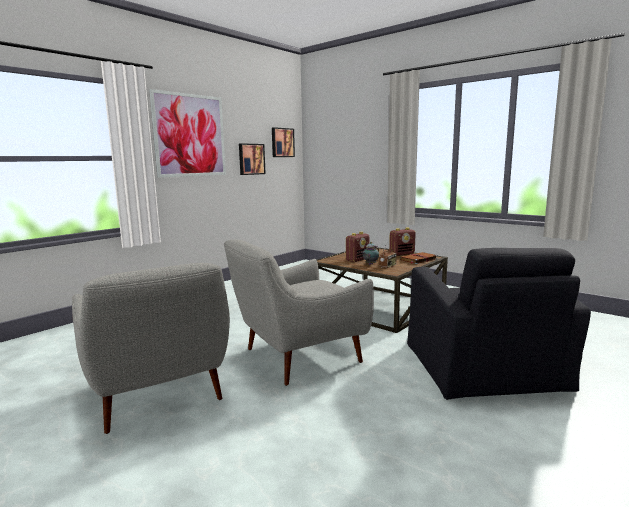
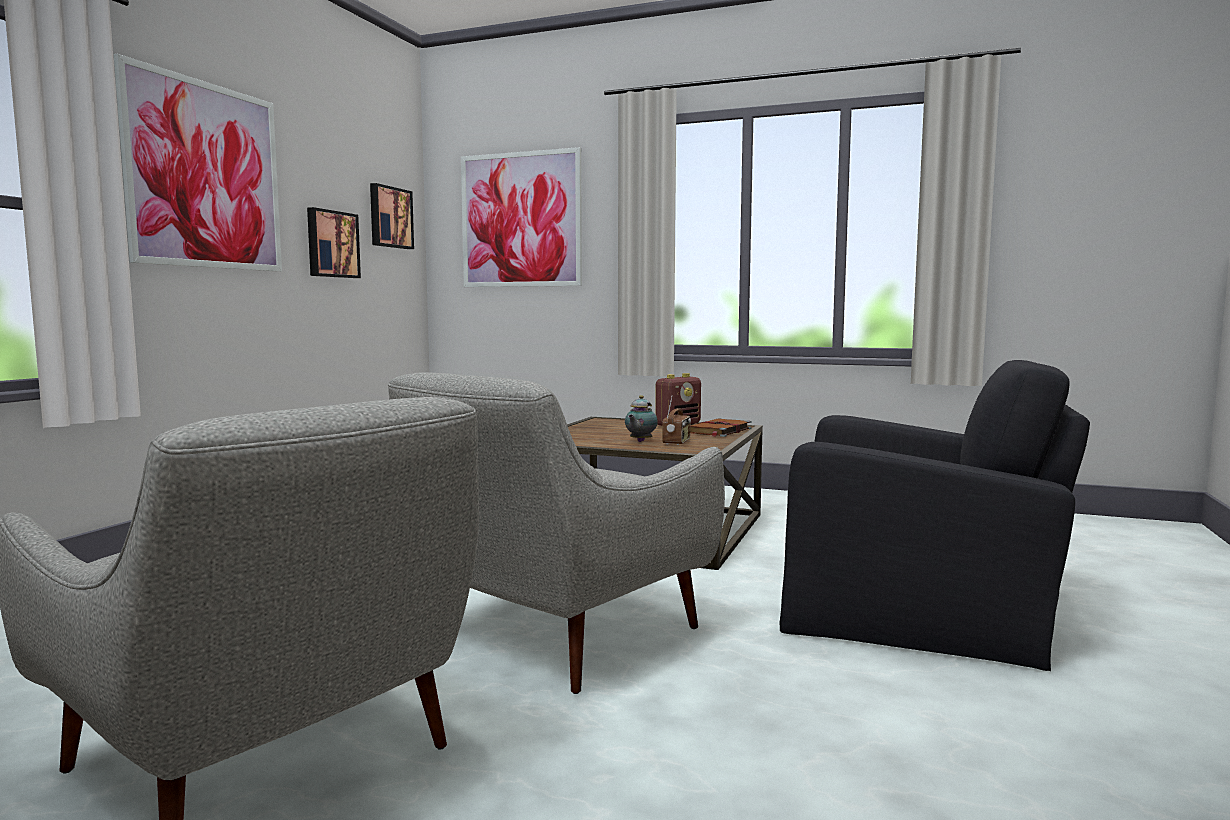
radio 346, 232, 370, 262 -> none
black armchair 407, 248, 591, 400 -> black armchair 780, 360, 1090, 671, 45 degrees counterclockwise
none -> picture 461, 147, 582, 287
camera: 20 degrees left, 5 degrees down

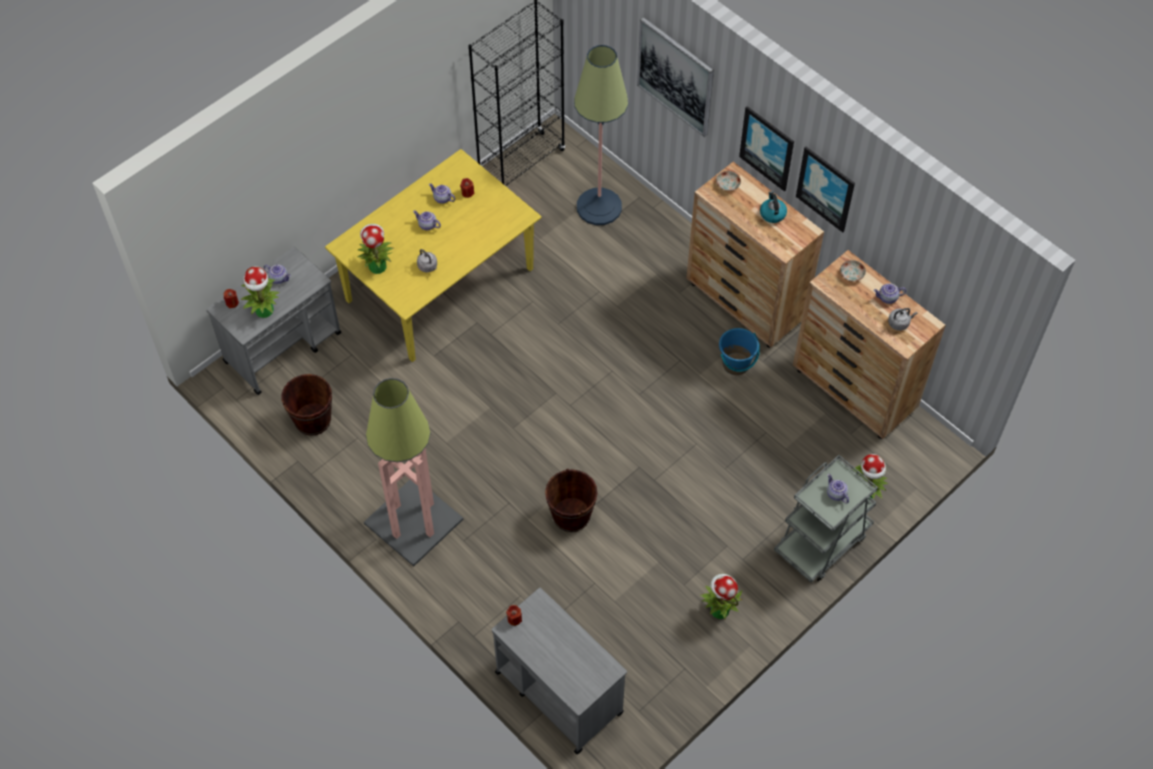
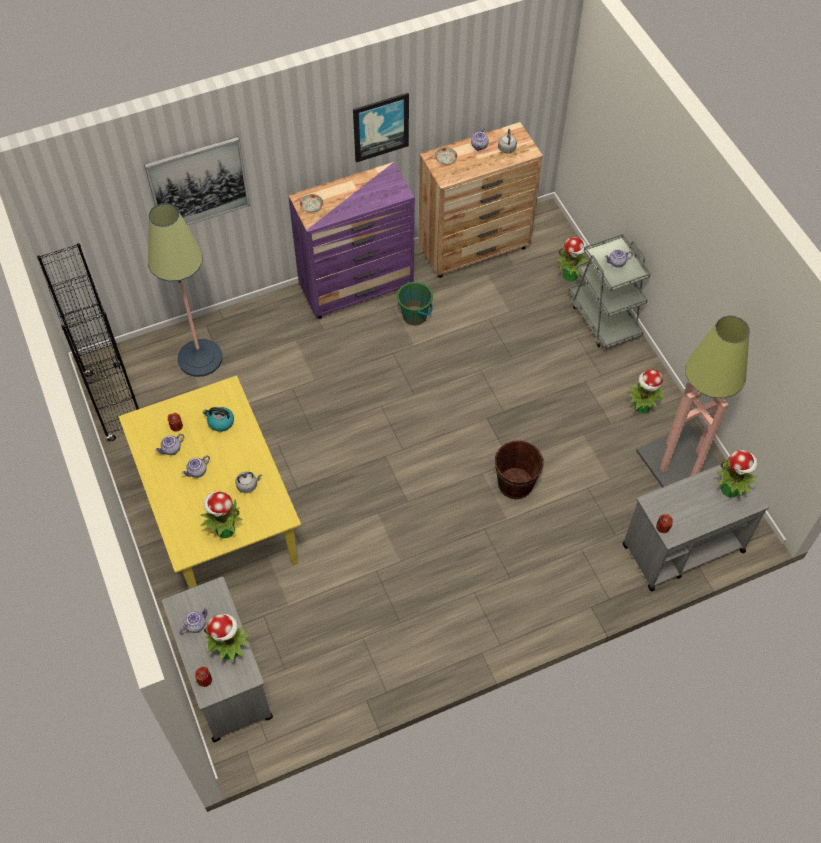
brown bucket 281, 374, 332, 436 -> none
floor lamp 364, 378, 463, 566 -> floor lamp 636, 315, 750, 488, moved
brown dresser 686, 162, 824, 348 -> purple dresser 288, 162, 415, 319
blue bucket 719, 328, 760, 375 -> green bucket 397, 282, 433, 325
picture 739, 106, 794, 192 -> none
kettle 760, 191, 787, 223 -> kettle 203, 407, 234, 432, moved
none -> potted plant 715, 450, 758, 498
camera: 70 degrees left, 0 degrees up

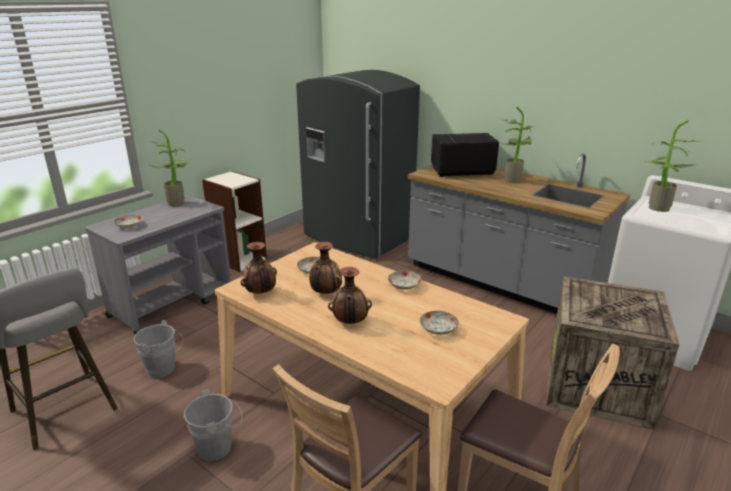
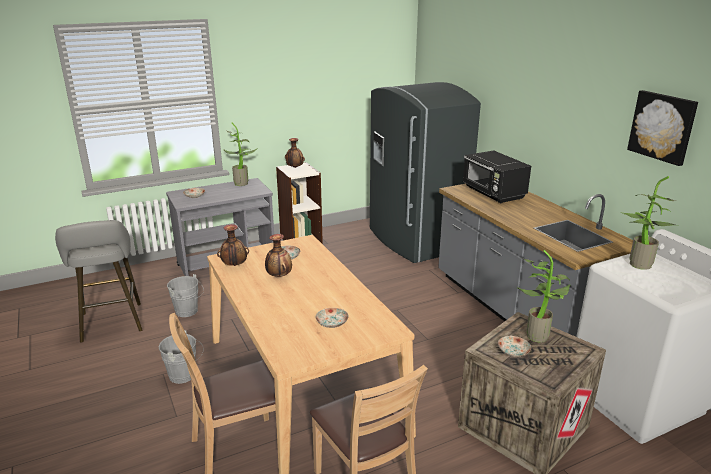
vase 328, 267, 372, 324 -> vase 285, 138, 305, 168, moved
plate 388, 271, 421, 290 -> plate 498, 336, 531, 357, moved
black microwave 431, 133, 499, 177 -> black microwave 462, 150, 531, 203, 135 degrees counterclockwise
potted plant 499, 107, 534, 183 -> potted plant 517, 250, 571, 342, moved
none -> picture 627, 90, 698, 166
camera: 25 degrees right, 0 degrees up

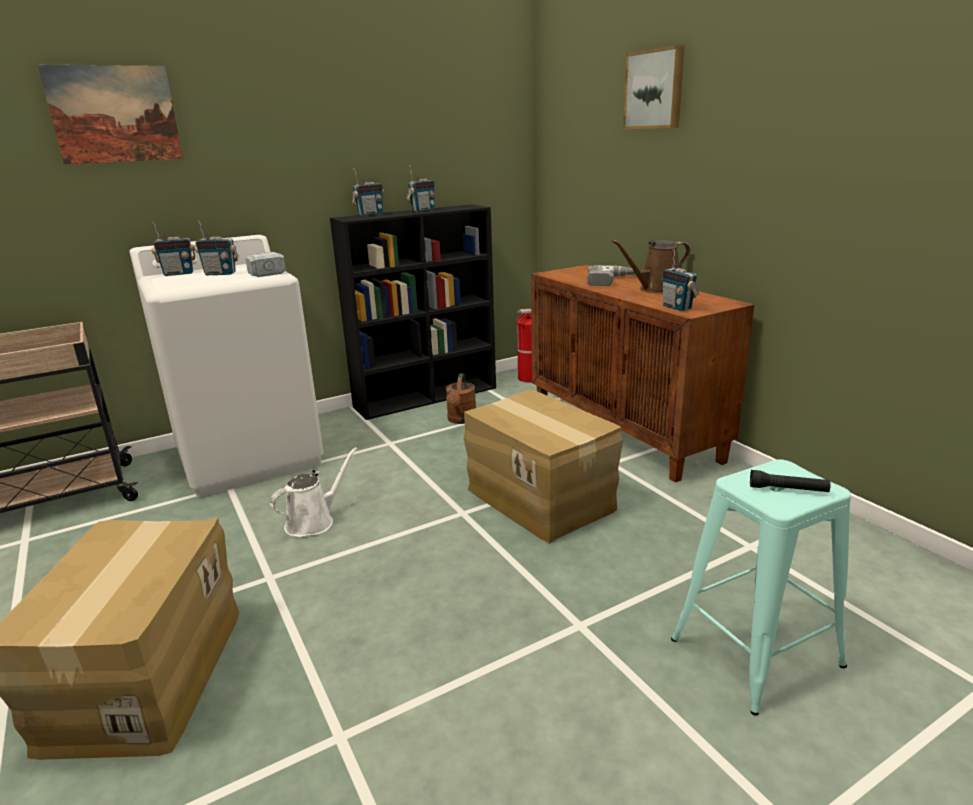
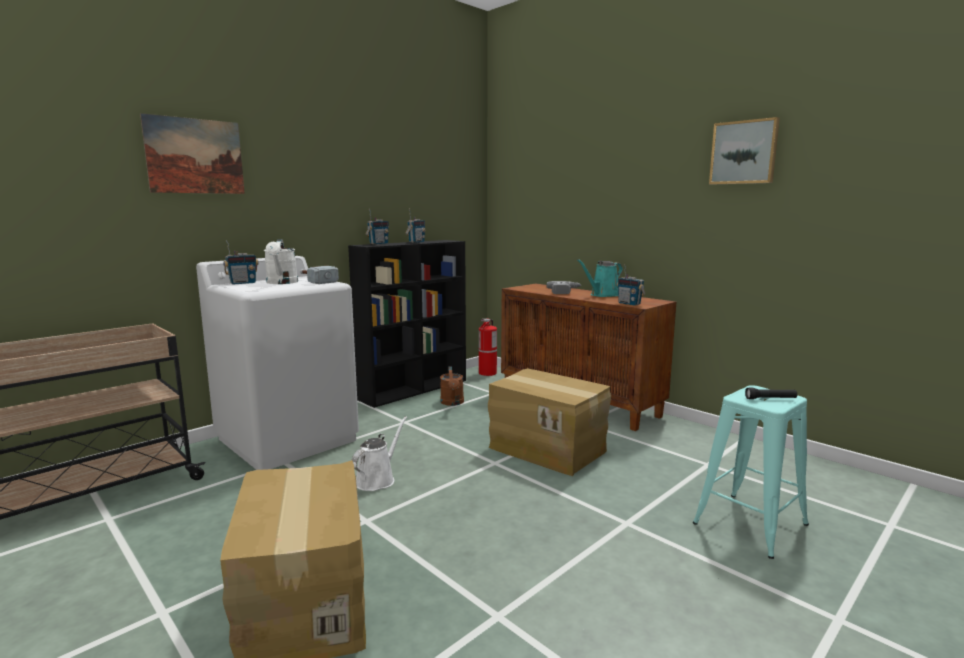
radio 195, 220, 239, 275 -> white watering can 264, 239, 298, 284
brown watering can 612, 240, 691, 293 -> turquoise watering can 577, 259, 623, 297
picture 623, 45, 685, 129 -> picture 709, 117, 780, 185, moved
camera: 15 degrees left, 10 degrees down

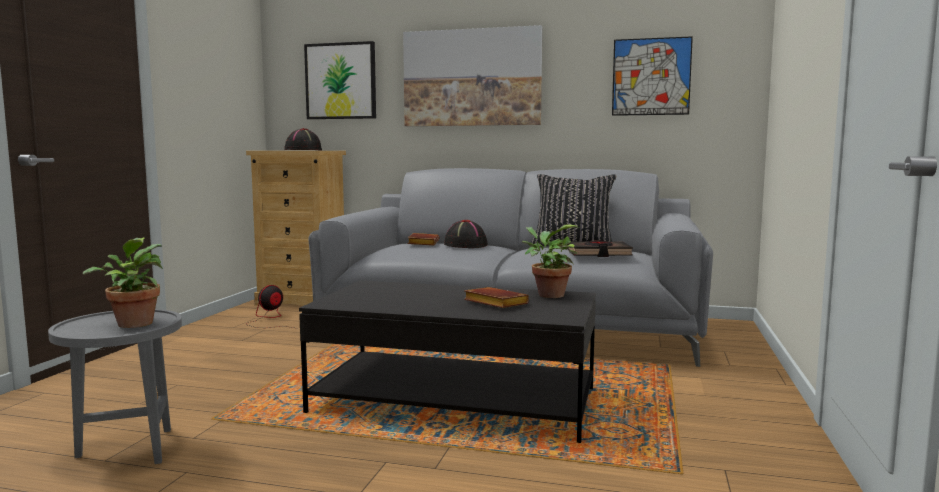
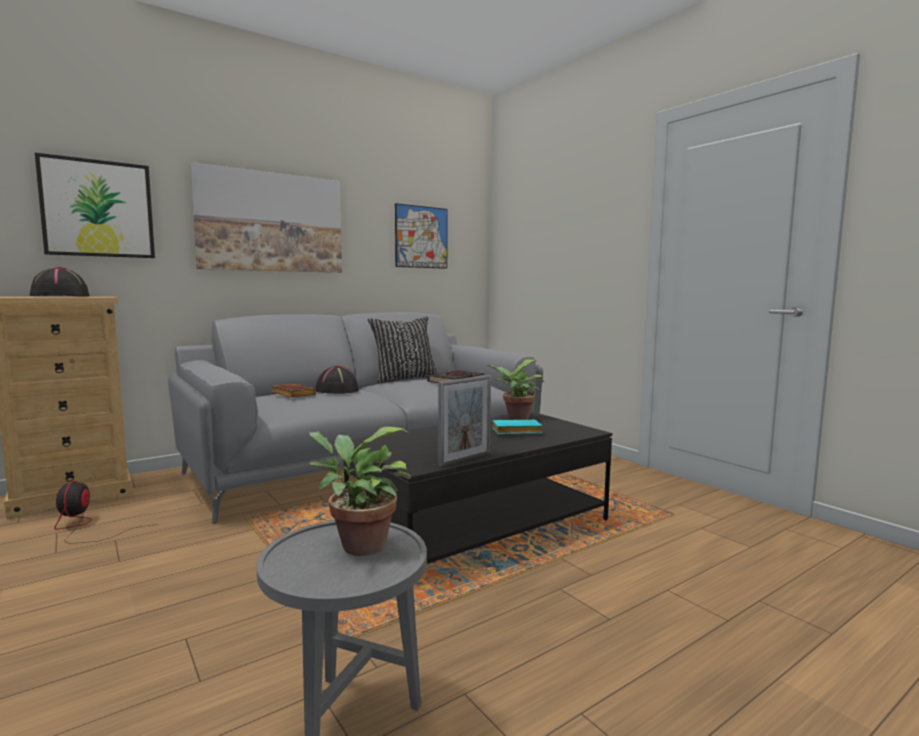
brown book 464, 287, 529, 308 -> turquoise book 492, 419, 542, 434
none -> picture frame 438, 375, 491, 467
camera: 50 degrees left, 0 degrees up

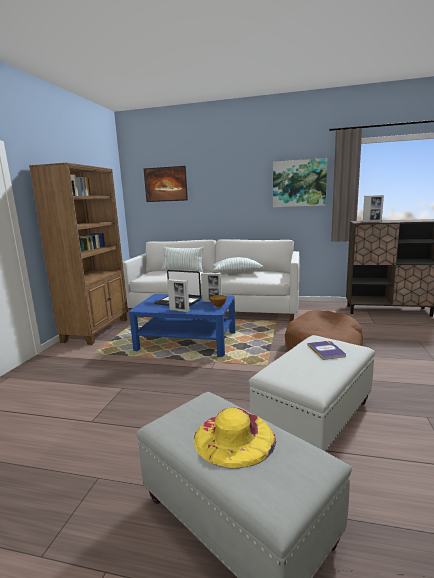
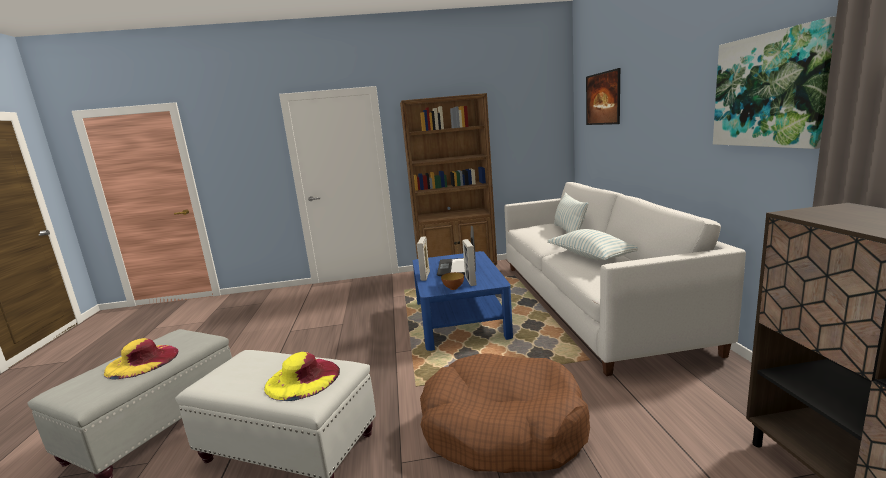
book 307, 341, 346, 360 -> yellow hat 264, 352, 340, 401
picture frame 363, 195, 384, 222 -> none
camera: 70 degrees right, 0 degrees up

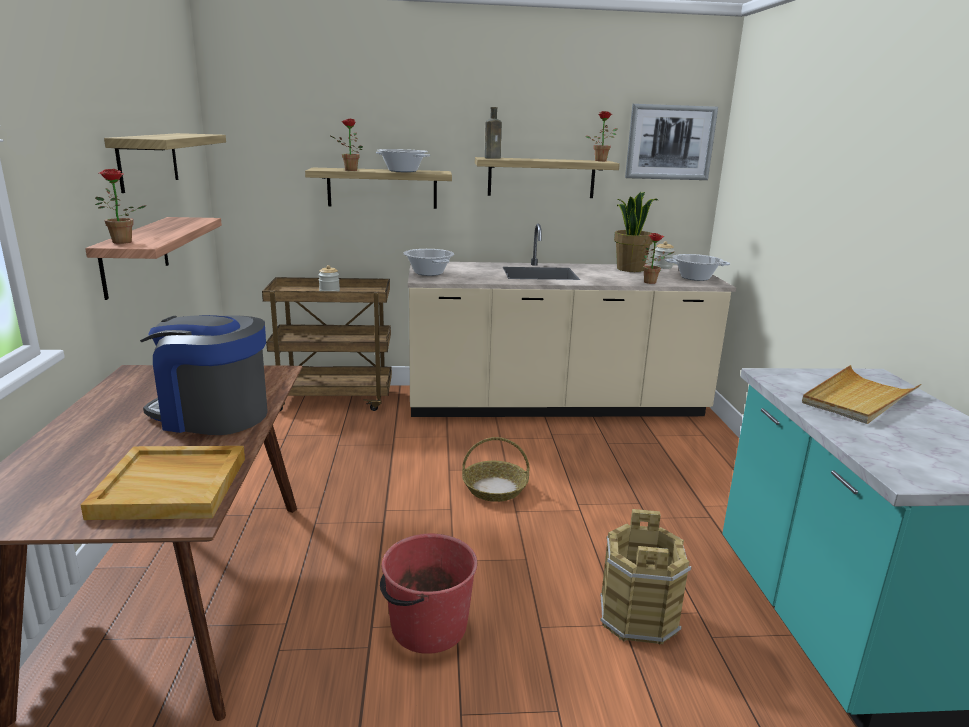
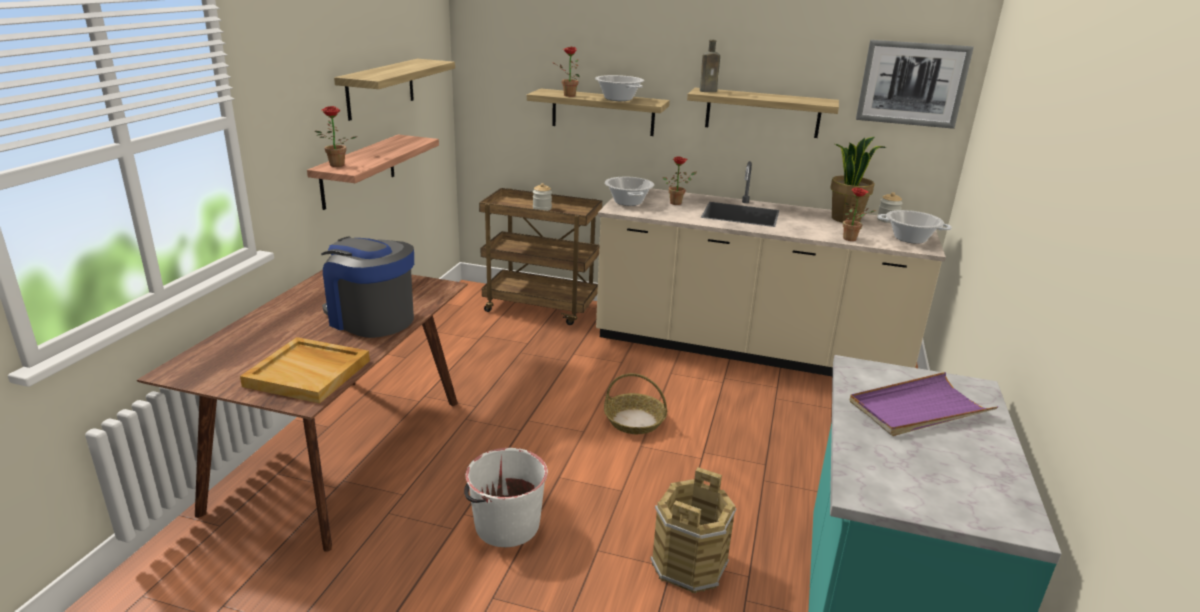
red bucket 380, 534, 477, 654 -> white bucket 464, 448, 548, 547
potted plant 585, 111, 618, 161 -> potted plant 662, 157, 697, 205, moved
beige tray 802, 365, 921, 424 -> purple tray 850, 372, 998, 436
camera: 20 degrees right, 5 degrees up

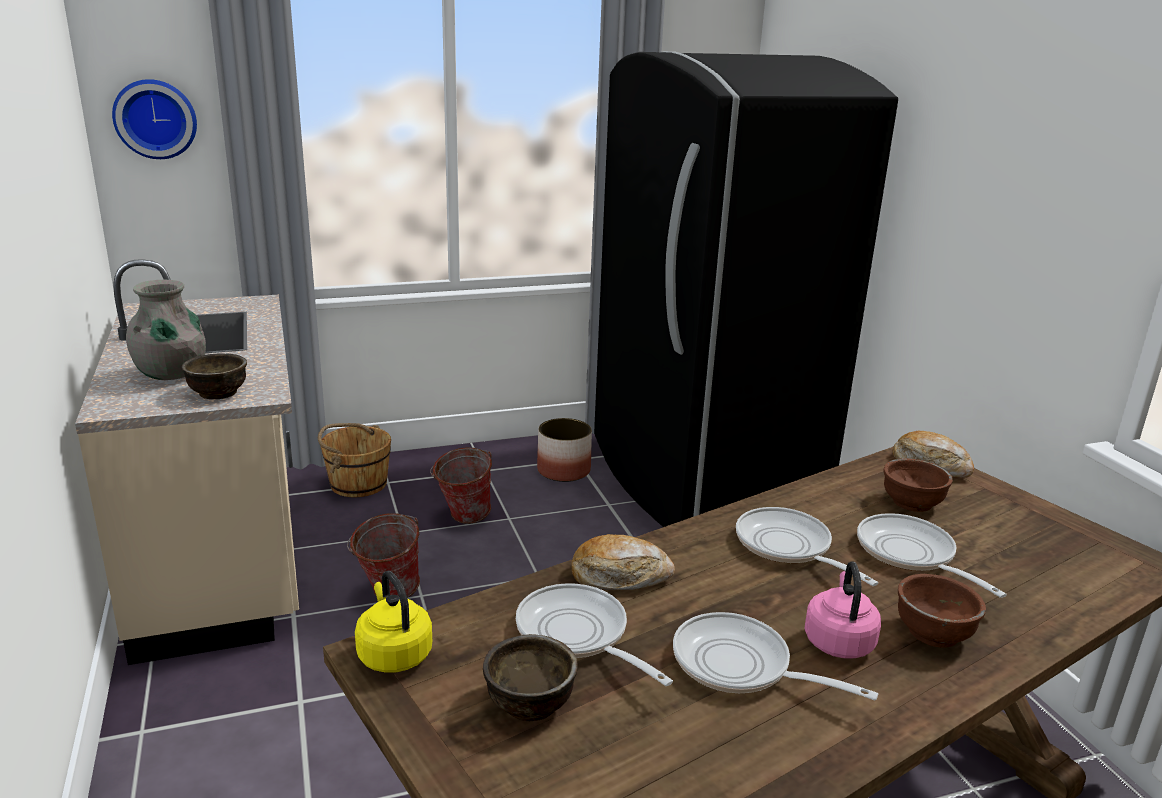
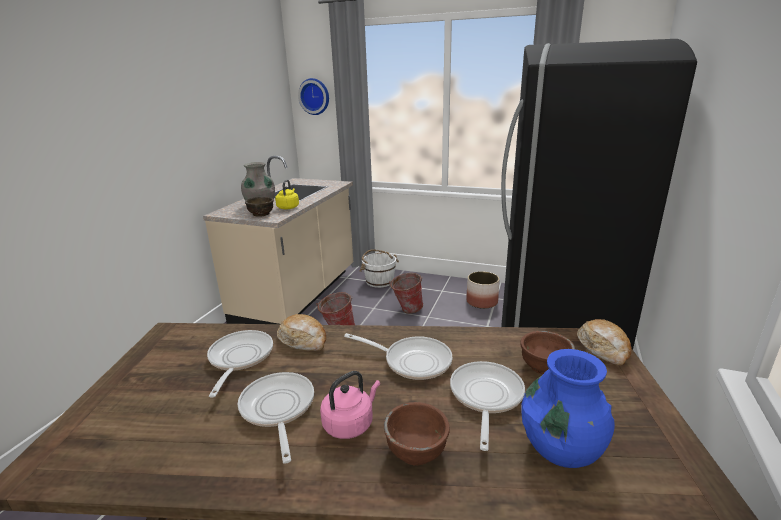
brown bucket 318, 423, 391, 497 -> white bucket 360, 249, 399, 288
yellow kettle 355, 570, 432, 673 -> yellow kettle 275, 180, 299, 210, moved
brown bowl 483, 634, 578, 721 -> none
frying pan 736, 507, 878, 586 -> frying pan 344, 333, 452, 380, 105 degrees clockwise
none -> blue vase 521, 349, 615, 468
camera: 40 degrees right, 0 degrees up

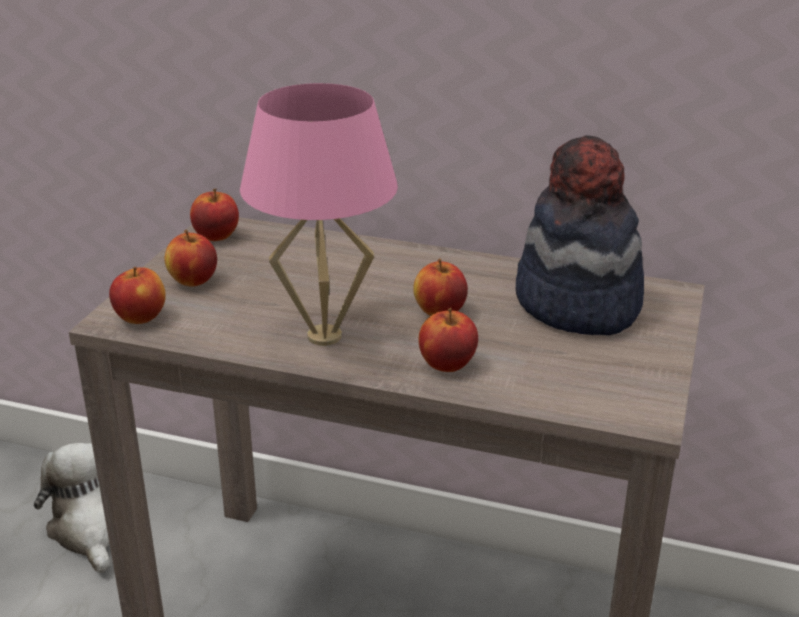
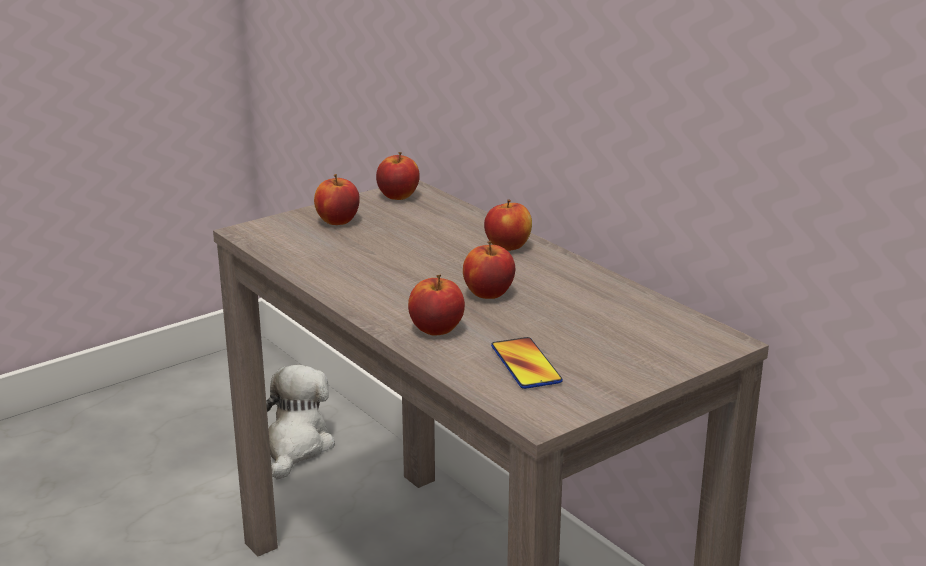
apple 109, 267, 166, 324 -> apple 484, 199, 532, 251, moved
pink table lamp 240, 83, 398, 346 -> none
hat 516, 135, 644, 335 -> none
none -> phone 491, 337, 563, 389
camera: 35 degrees right, 5 degrees down

